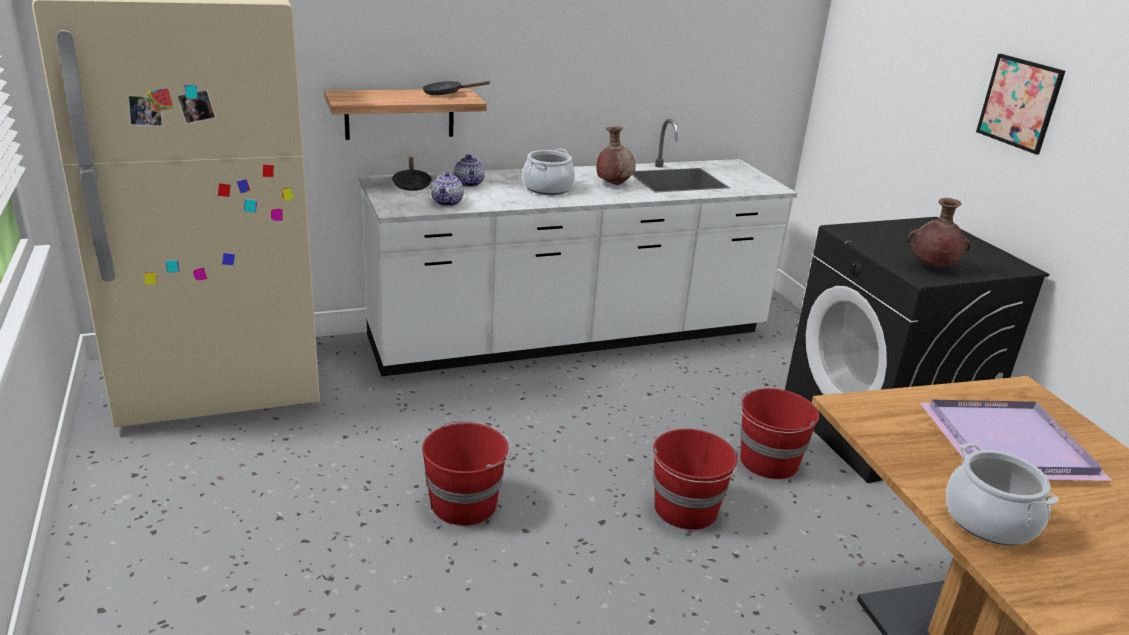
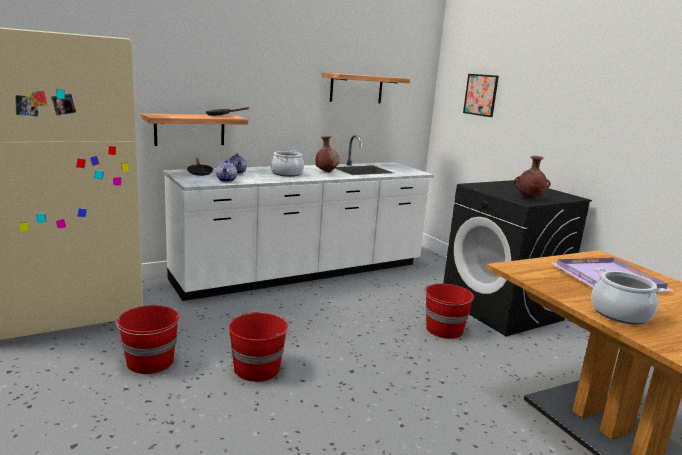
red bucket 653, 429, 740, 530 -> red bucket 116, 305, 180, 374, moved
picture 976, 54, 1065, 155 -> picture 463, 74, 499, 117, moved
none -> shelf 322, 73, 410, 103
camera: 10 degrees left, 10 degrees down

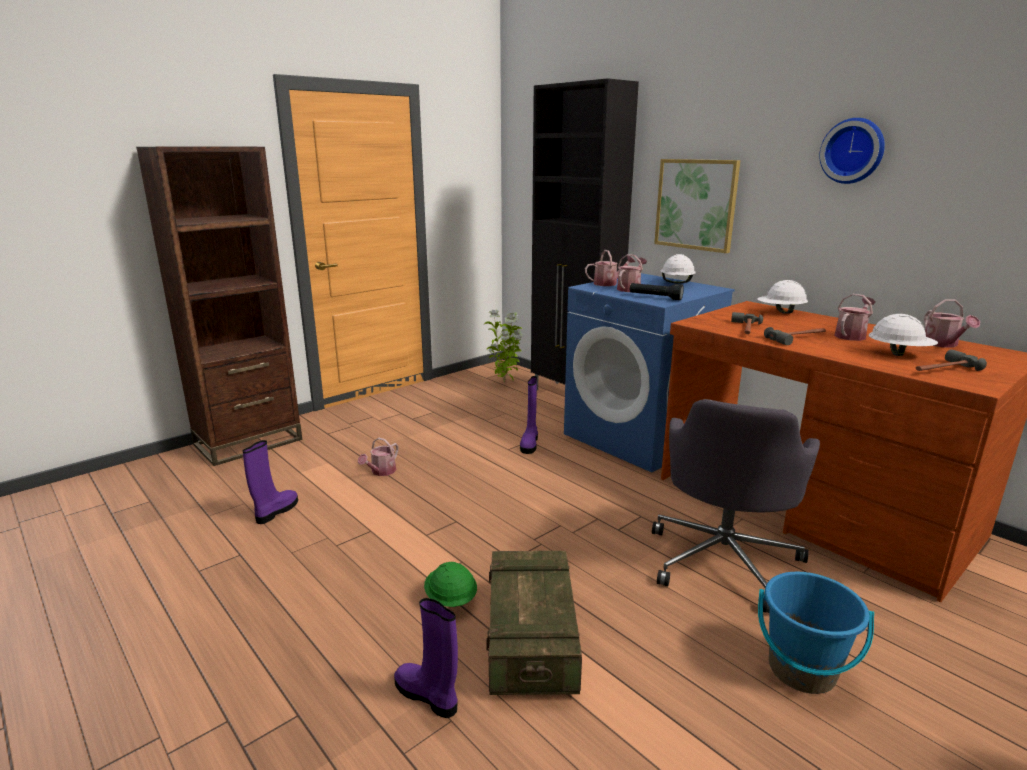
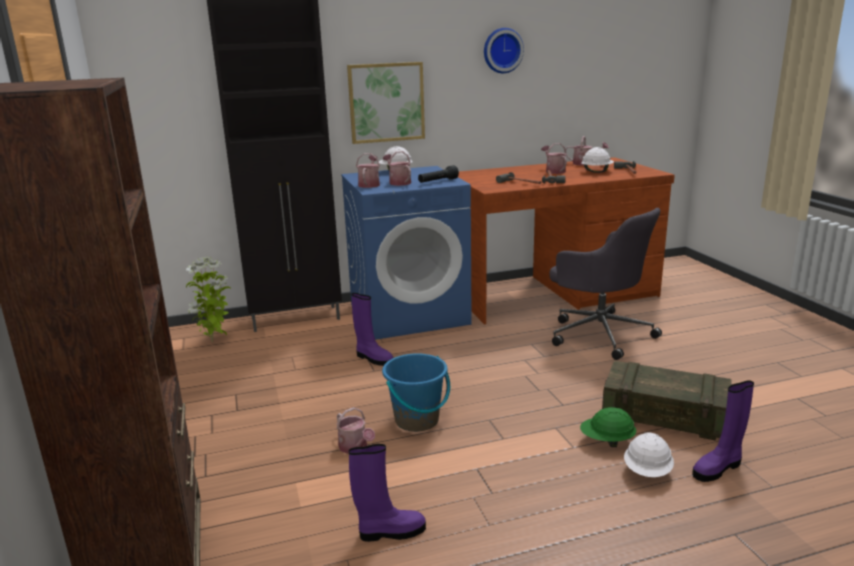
purple boot 242, 440, 298, 524 -> purple boot 349, 444, 426, 542, 120 degrees clockwise
white hard hat 757, 280, 808, 314 -> white hard hat 624, 433, 674, 477, moved
blue bucket 758, 572, 874, 694 -> blue bucket 382, 353, 450, 432, moved
camera: 65 degrees left, 0 degrees up

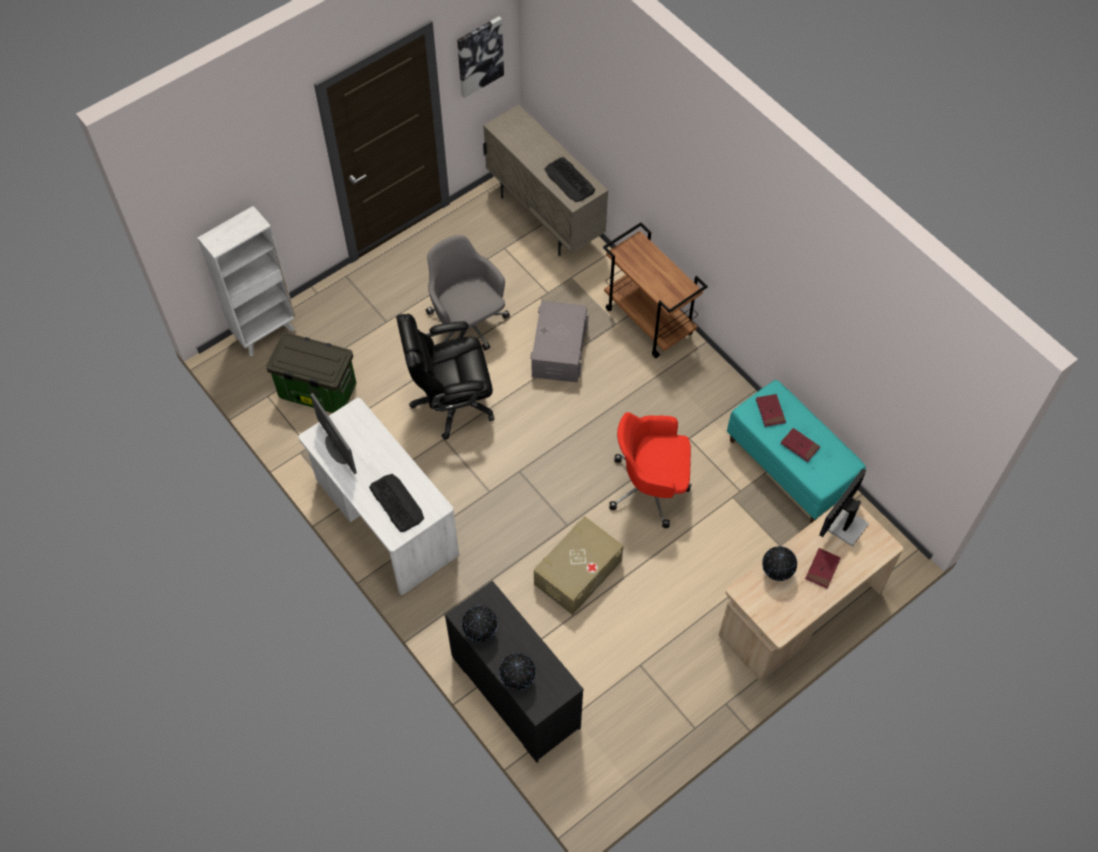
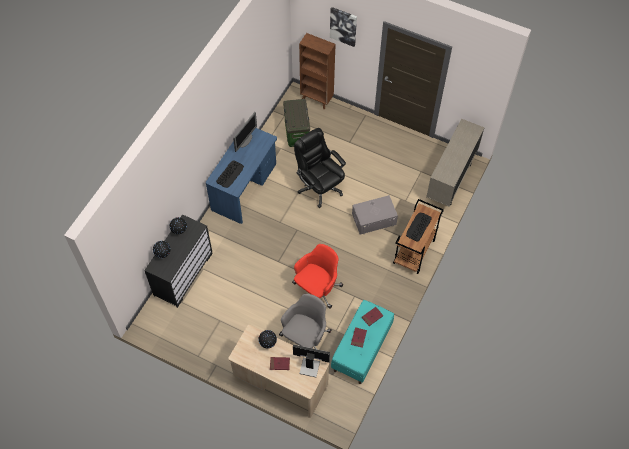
white bookcase 198, 206, 296, 356 -> brown bookcase 299, 33, 336, 109
white desk 298, 398, 459, 595 -> blue desk 206, 128, 277, 224
grey office chair 426, 235, 510, 351 -> grey office chair 279, 294, 332, 349, moved
picture 457, 16, 504, 98 -> picture 330, 7, 357, 47, moved
beige storage box 534, 516, 623, 615 -> none
keyboard 545, 157, 595, 202 -> keyboard 406, 212, 432, 241, moved
red office chair 609, 412, 692, 528 -> red office chair 292, 244, 343, 308, 60 degrees clockwise
camera: 65 degrees right, 0 degrees up

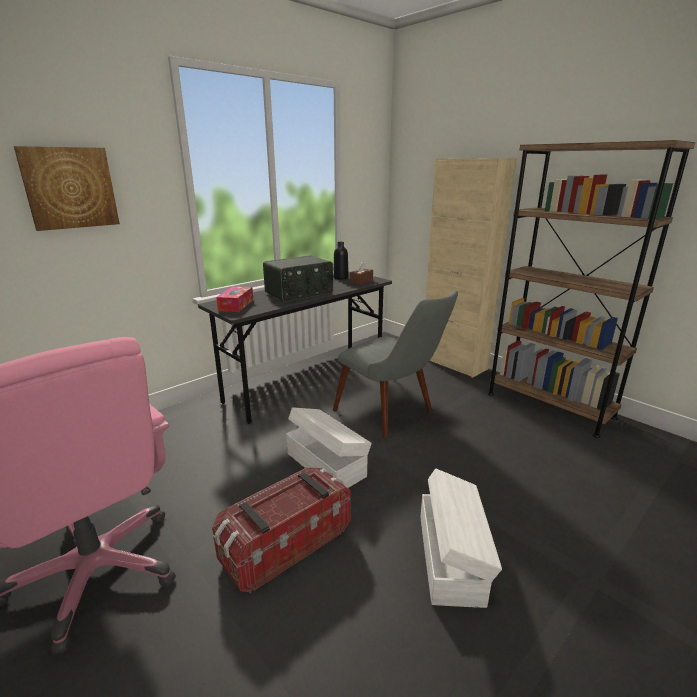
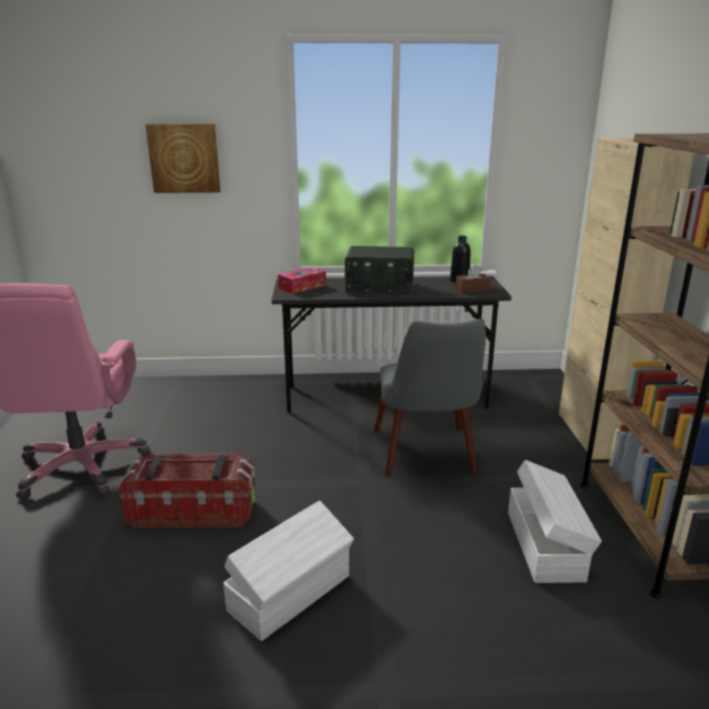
white storage box 286, 408, 372, 488 -> white storage box 508, 460, 602, 583, moved
camera: 40 degrees right, 0 degrees up

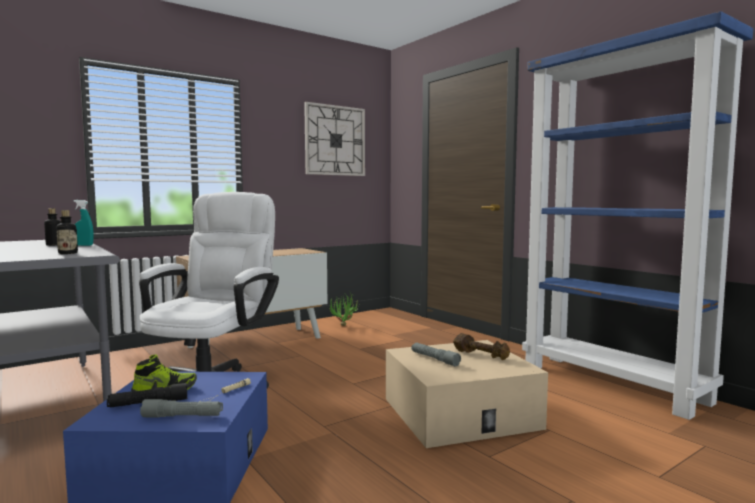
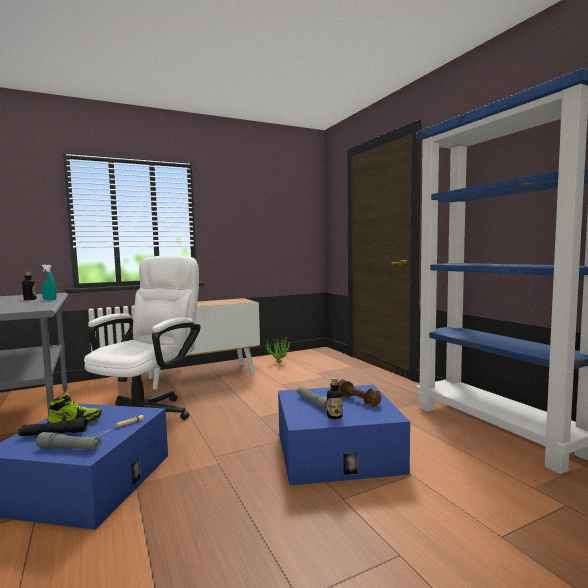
bottle 56, 210, 78, 254 -> bottle 327, 377, 343, 419, moved
wall clock 304, 102, 365, 176 -> none
beige storage box 386, 340, 548, 448 -> blue storage box 278, 385, 410, 485
camera: 10 degrees right, 0 degrees up

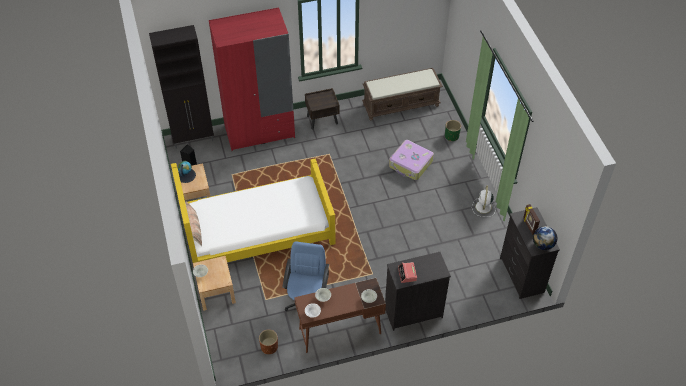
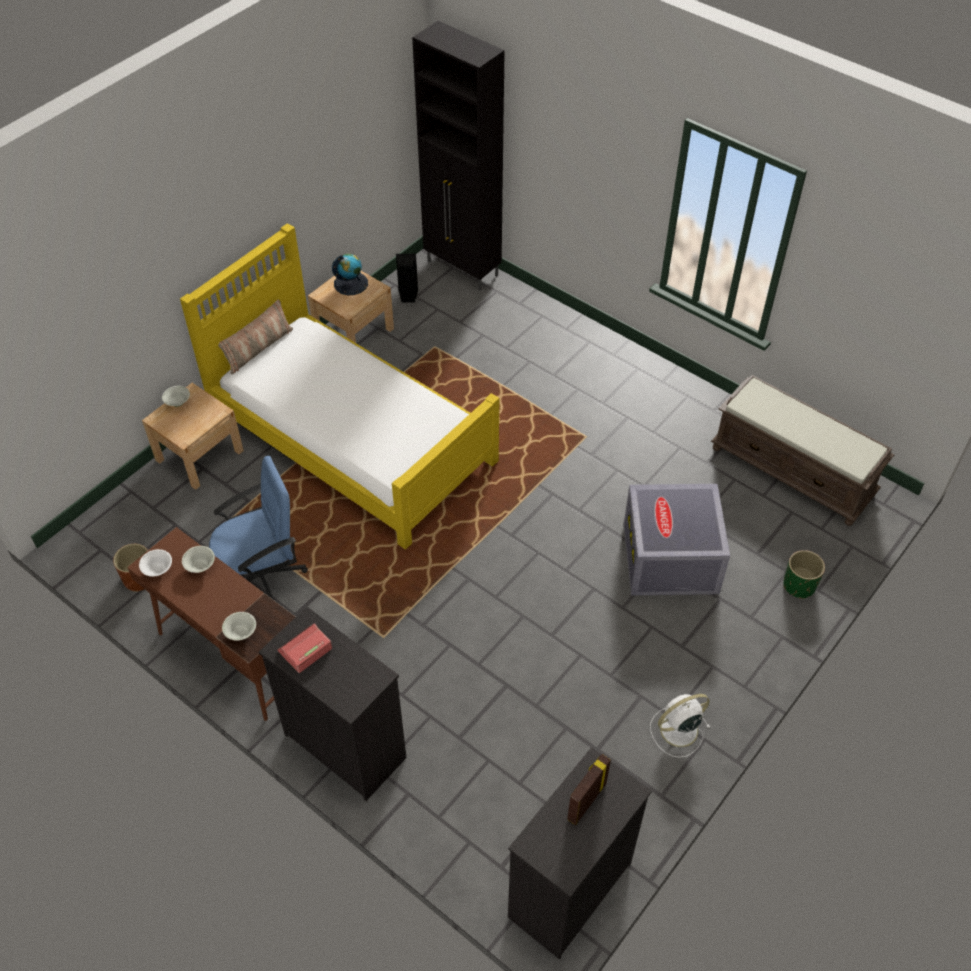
red wardrobe 209, 7, 295, 151 -> none
brown nightstand 305, 88, 339, 129 -> none
suitcase 389, 140, 434, 180 -> grey storage box 624, 484, 730, 595
globe 533, 226, 557, 250 -> none
camera: 55 degrees right, 0 degrees up

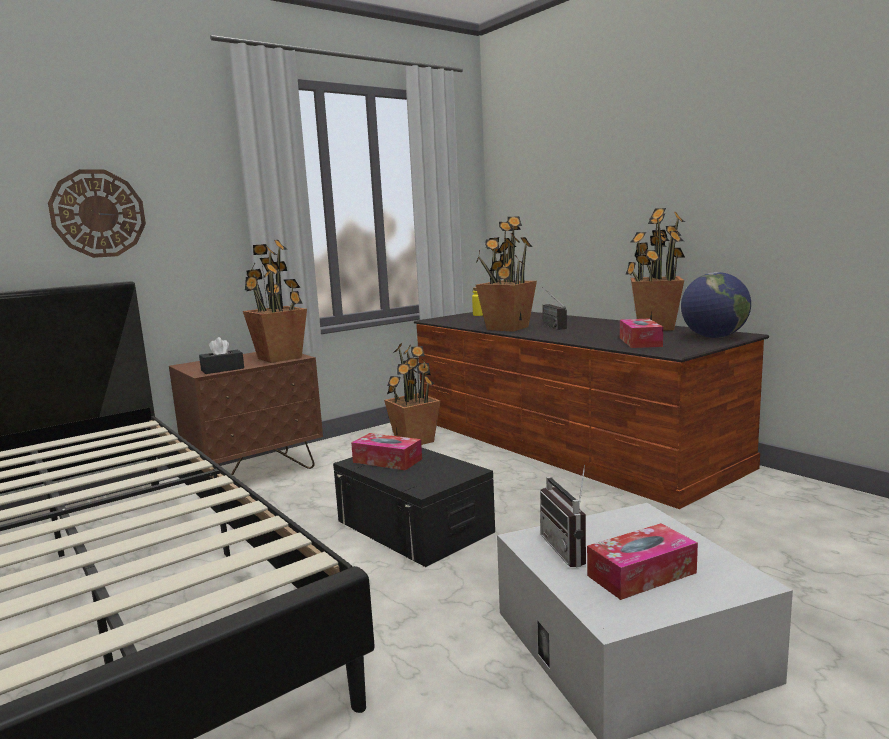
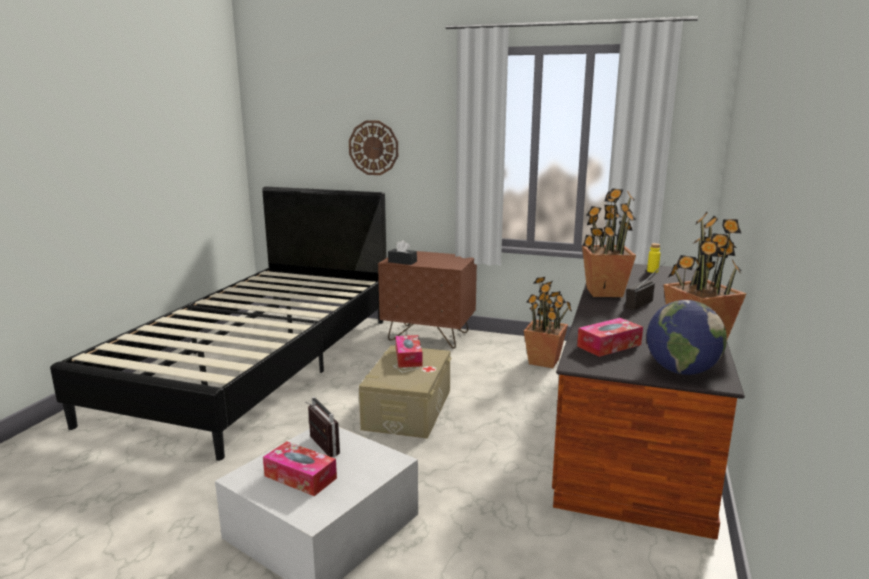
potted plant 243, 240, 307, 363 -> none
black storage box 333, 448, 495, 567 -> beige storage box 359, 345, 451, 439
radio 540, 465, 586, 567 -> radio 305, 397, 340, 457, 105 degrees clockwise
camera: 55 degrees right, 5 degrees up

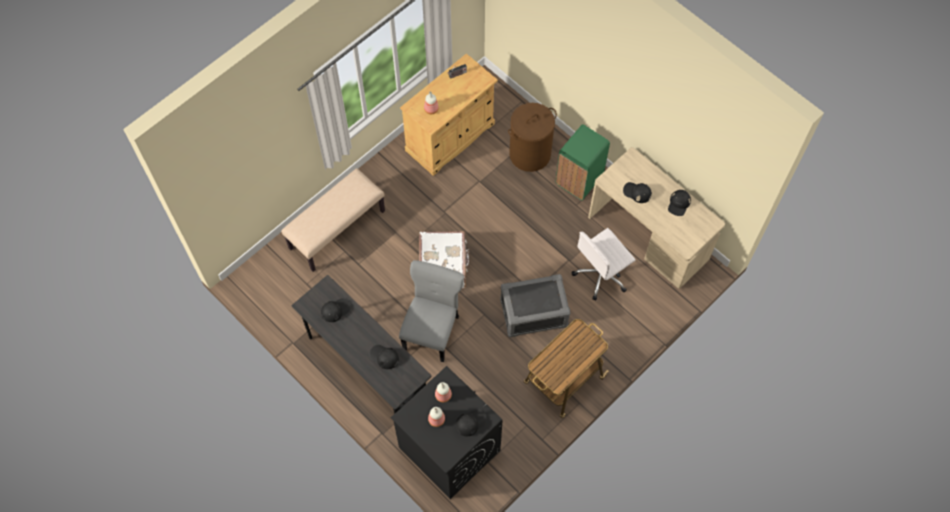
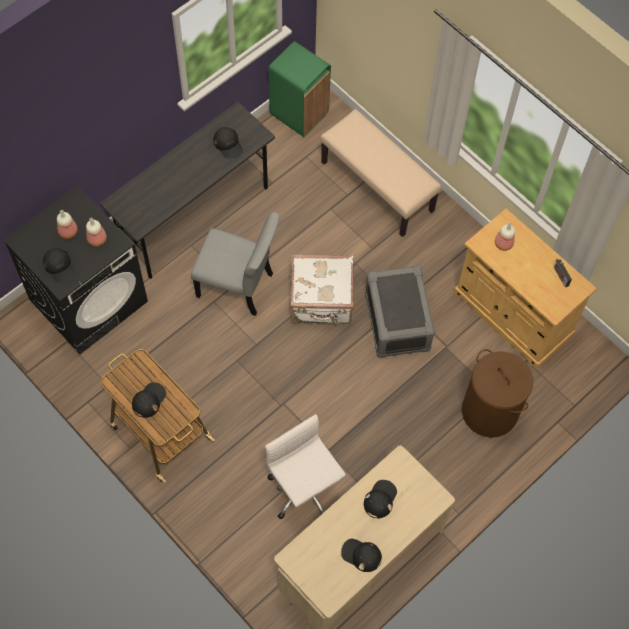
black cap 369, 345, 399, 369 -> black cap 132, 382, 166, 418, moved
grey storage box 500, 274, 571, 337 -> grey storage box 365, 265, 435, 358, moved
green trash can 556, 124, 610, 200 -> green trash can 269, 41, 331, 137, moved
camera: 90 degrees right, 0 degrees up

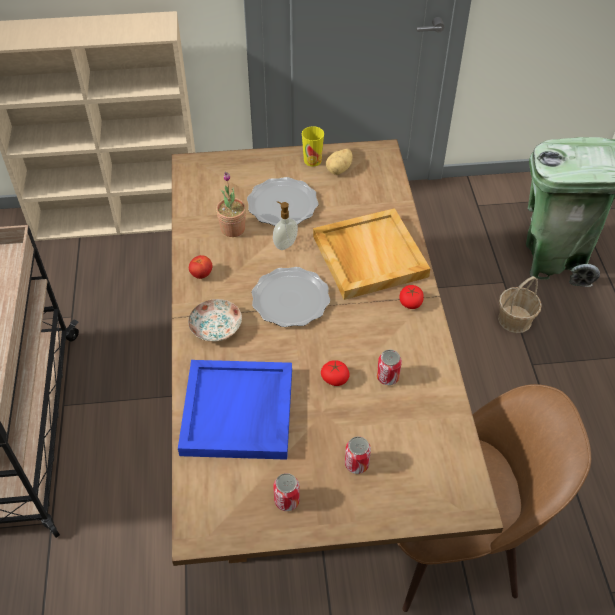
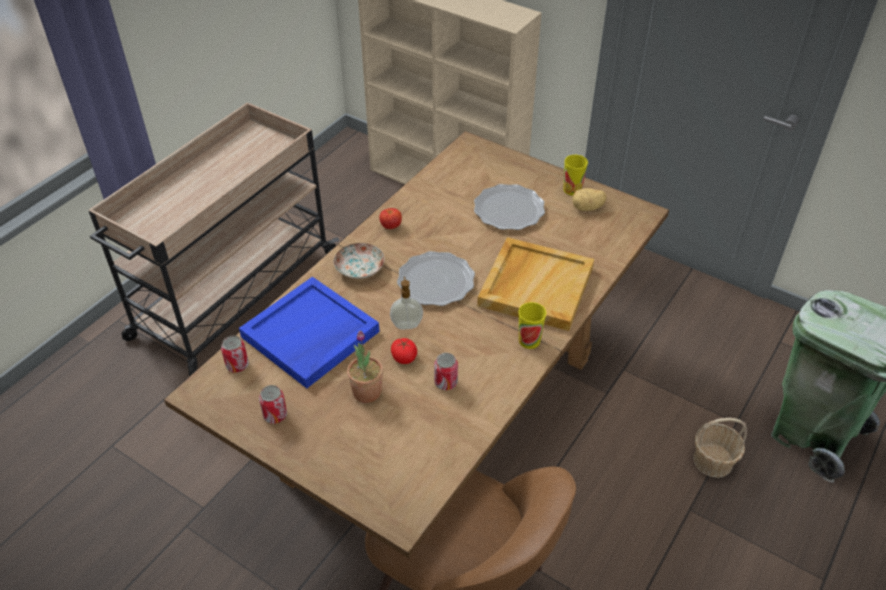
potted plant 216, 172, 246, 237 -> potted plant 347, 330, 383, 403, moved
soap dispenser 273, 201, 298, 250 -> soap dispenser 390, 277, 423, 329, moved
can 345, 436, 371, 474 -> can 221, 336, 249, 373, moved
tomato 399, 285, 424, 309 -> cup 518, 302, 546, 349
camera: 40 degrees right, 5 degrees down

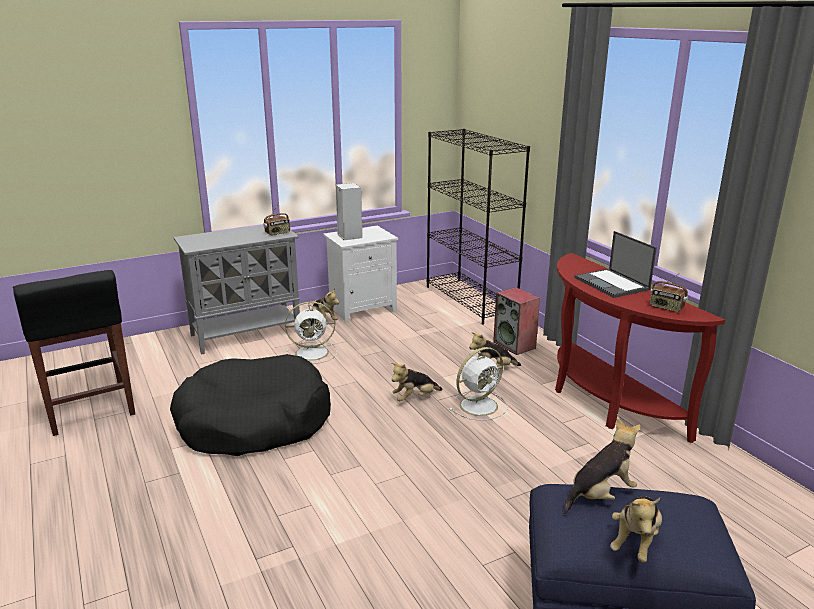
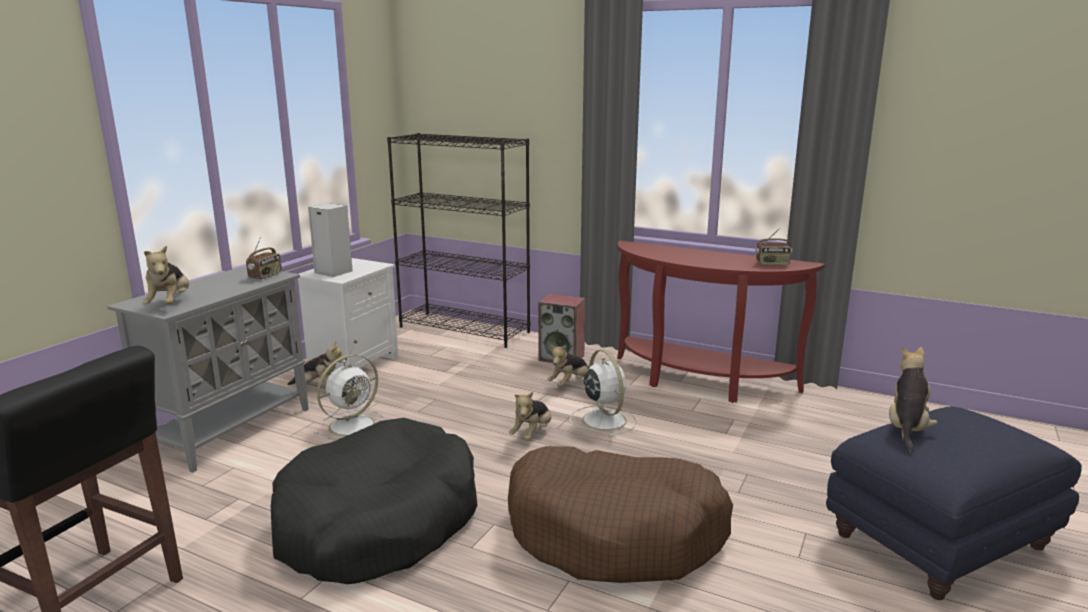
white fan 449, 347, 508, 421 -> white fan 570, 350, 637, 437, 45 degrees counterclockwise
laptop 574, 231, 657, 298 -> none
plush toy 610, 496, 662, 563 -> plush toy 143, 245, 189, 304, moved
none -> brown dog bed 508, 446, 733, 583
camera: 35 degrees left, 5 degrees down

